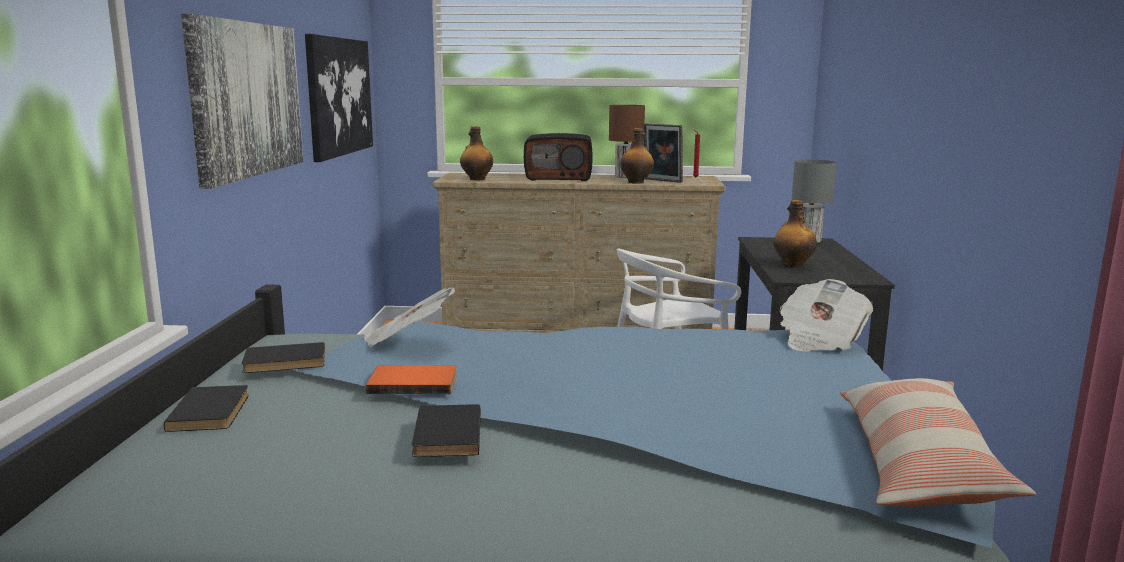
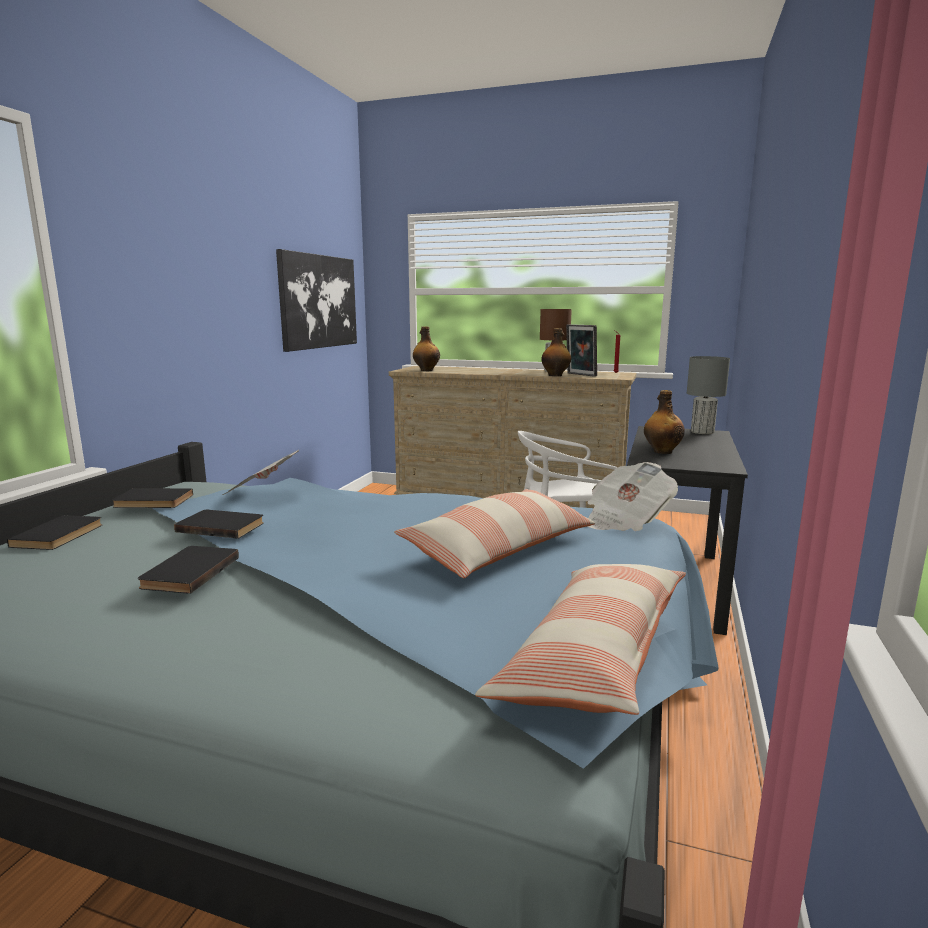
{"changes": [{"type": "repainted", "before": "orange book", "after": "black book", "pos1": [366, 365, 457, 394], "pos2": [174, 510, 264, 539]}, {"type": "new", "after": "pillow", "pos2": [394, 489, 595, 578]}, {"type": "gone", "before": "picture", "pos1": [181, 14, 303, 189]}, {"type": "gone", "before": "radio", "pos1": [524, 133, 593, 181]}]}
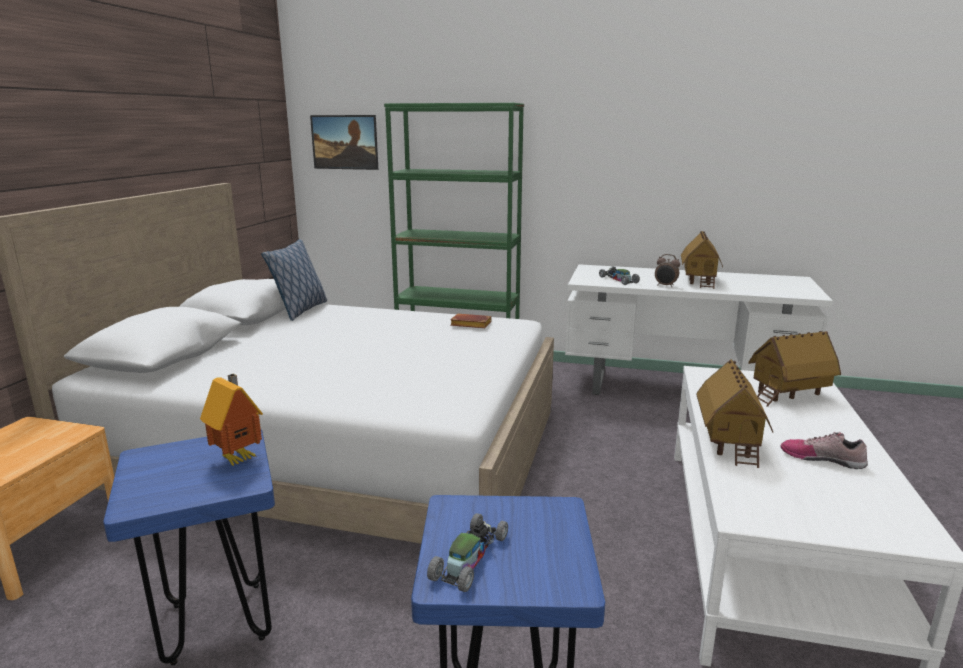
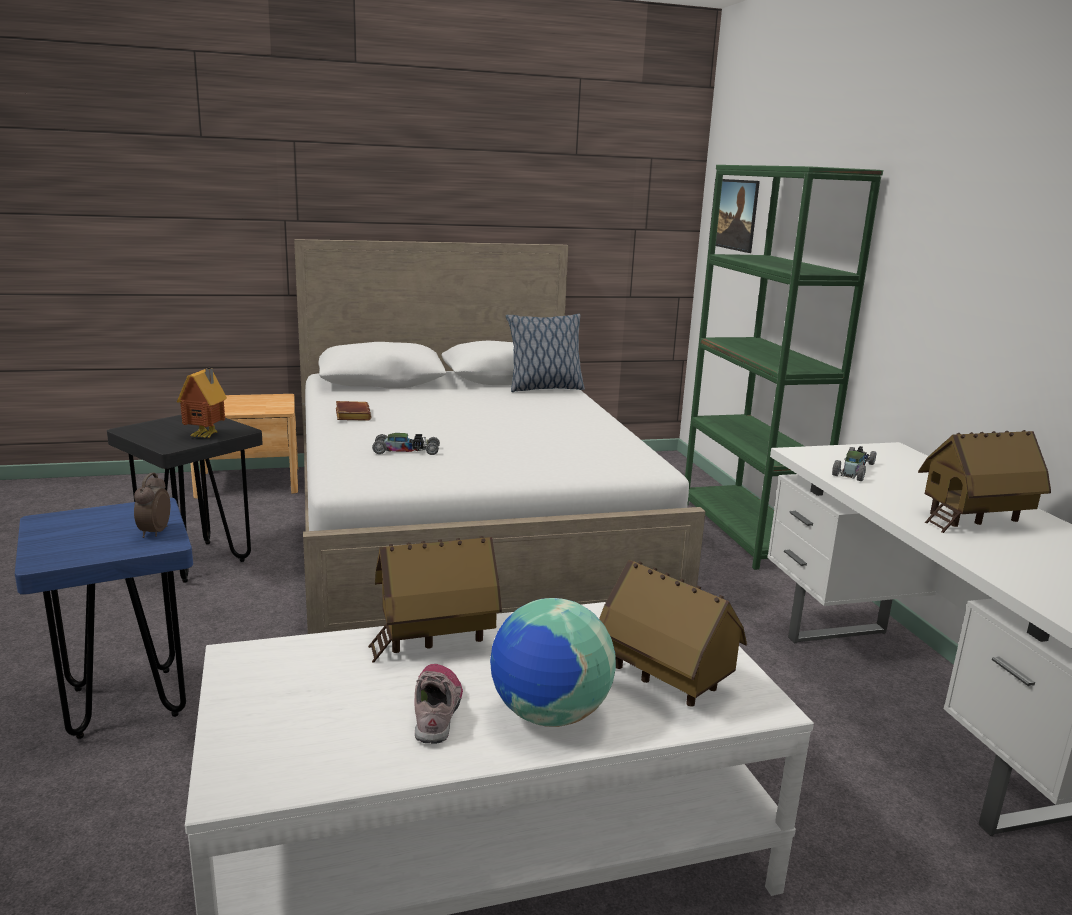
{"changes": [{"type": "repainted", "before": "blue stool", "after": "black stool", "pos1": [103, 430, 275, 666], "pos2": [107, 414, 263, 583]}, {"type": "shifted", "before": "alarm clock", "pos1": [655, 254, 680, 287], "pos2": [134, 473, 170, 538]}, {"type": "shifted", "before": "brown book", "pos1": [450, 314, 492, 328], "pos2": [336, 401, 372, 421]}, {"type": "shifted", "before": "toy car", "pos1": [427, 513, 508, 592], "pos2": [372, 433, 440, 455]}, {"type": "new", "after": "globe", "pos2": [490, 598, 616, 727]}]}
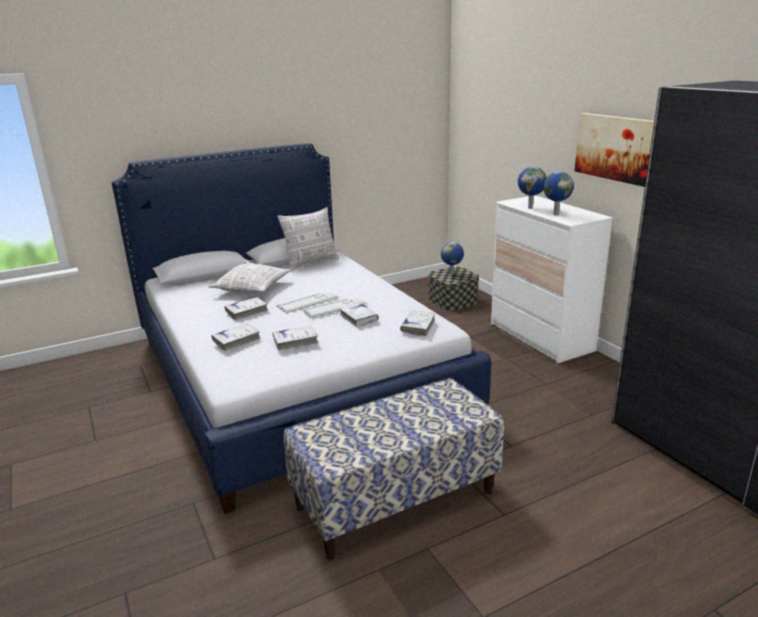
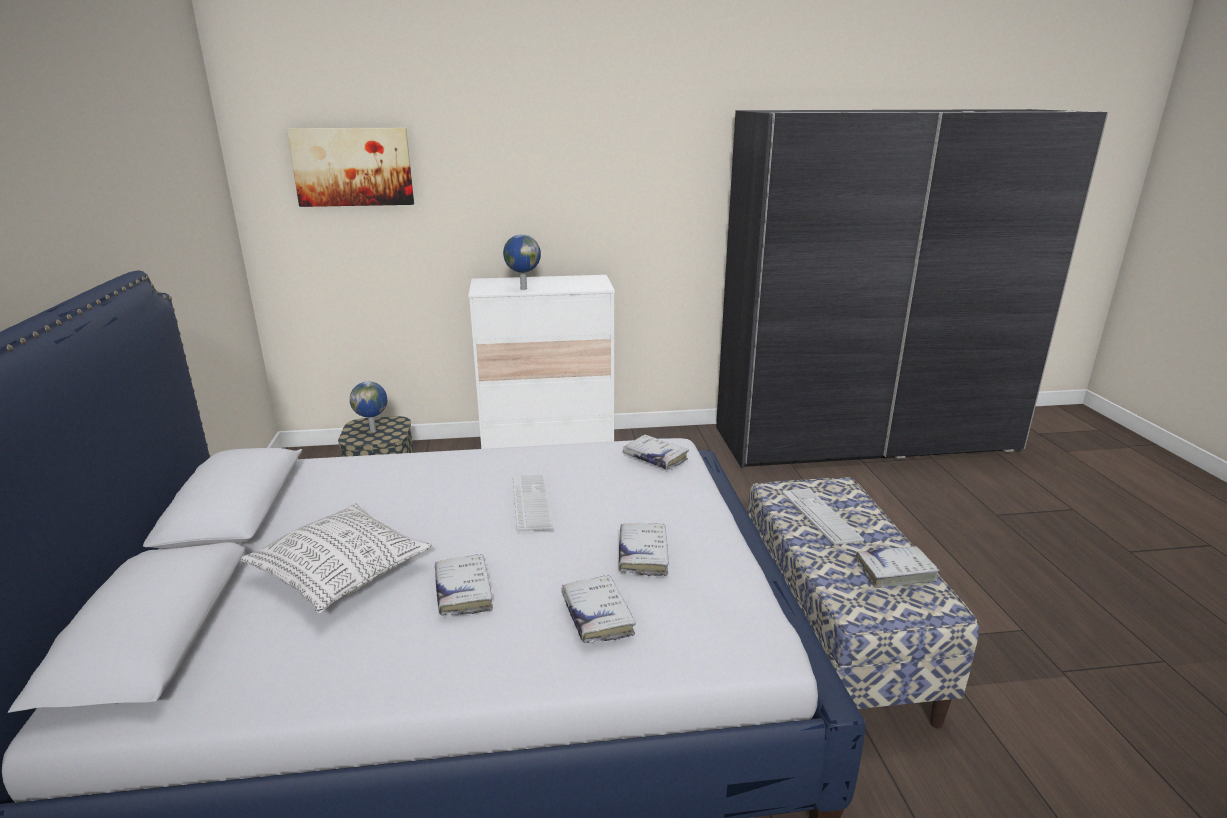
{"changes": [{"type": "shifted", "before": "picture", "pos1": [575, 113, 654, 187], "pos2": [286, 128, 414, 207]}, {"type": "shifted", "before": "keyboard", "pos1": [277, 290, 339, 313], "pos2": [782, 489, 864, 545]}, {"type": "shifted", "before": "white book", "pos1": [339, 303, 379, 327], "pos2": [856, 546, 940, 588]}, {"type": "gone", "before": "pillow", "pos1": [277, 207, 339, 271]}, {"type": "gone", "before": "globe", "pos1": [543, 171, 574, 215]}]}
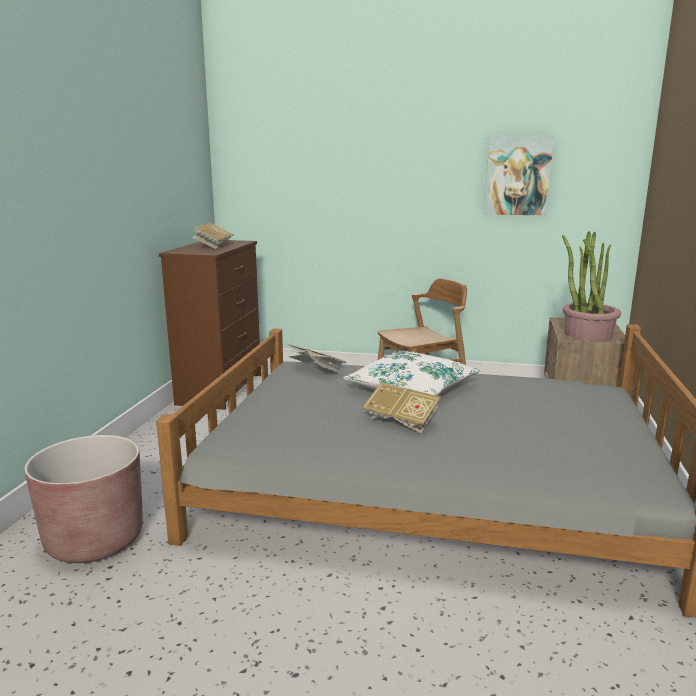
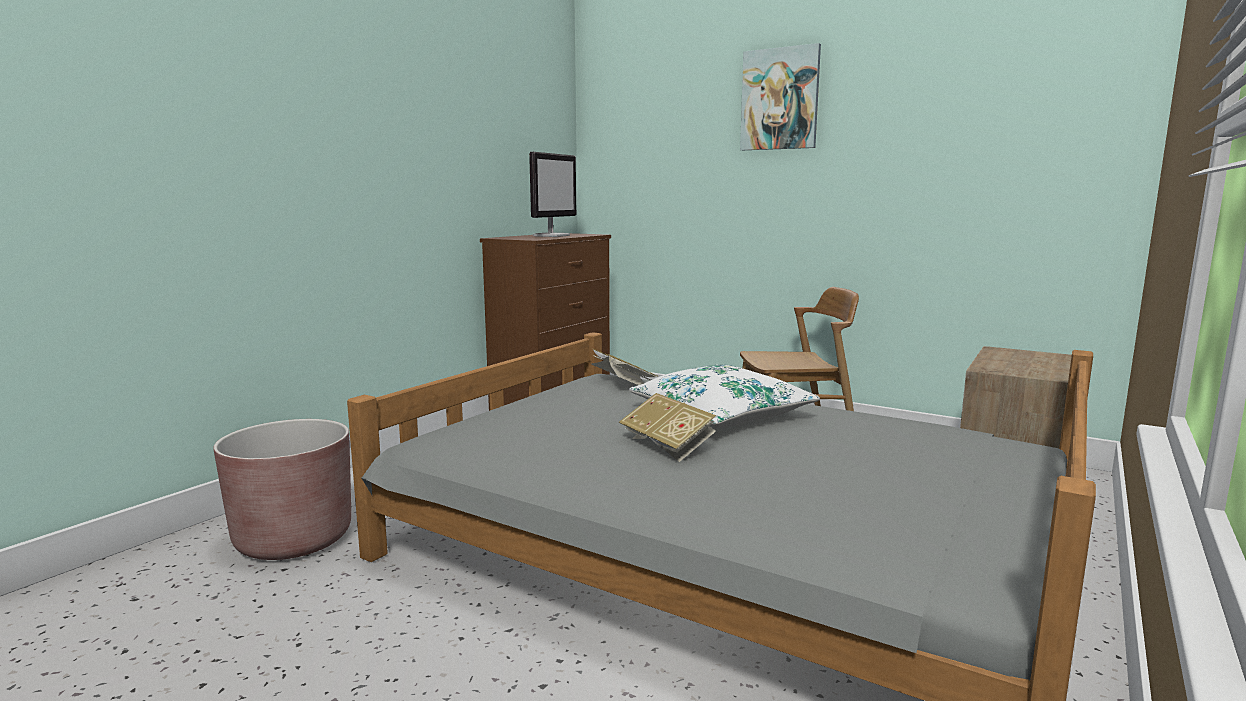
{"changes": [{"type": "swapped", "before": "book", "after": "monitor", "pos1": [193, 223, 234, 249], "pos2": [529, 152, 576, 237]}, {"type": "shifted", "before": "picture", "pos1": [484, 135, 554, 216], "pos2": [740, 43, 821, 150]}, {"type": "gone", "before": "potted plant", "pos1": [562, 231, 621, 341]}]}
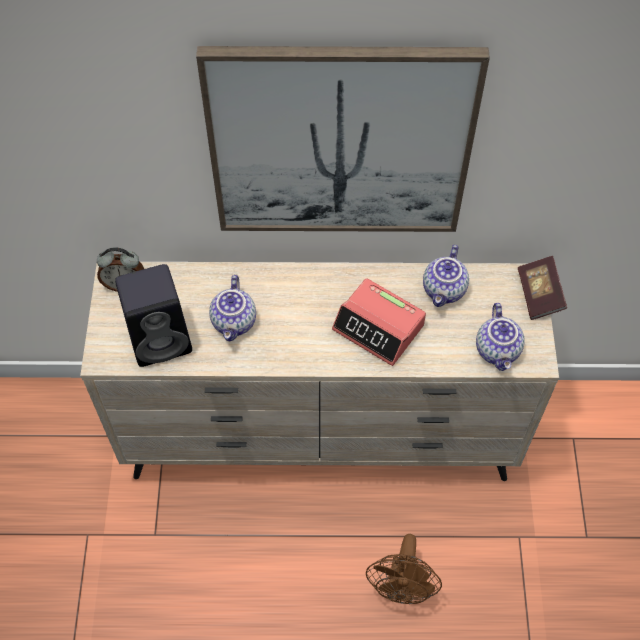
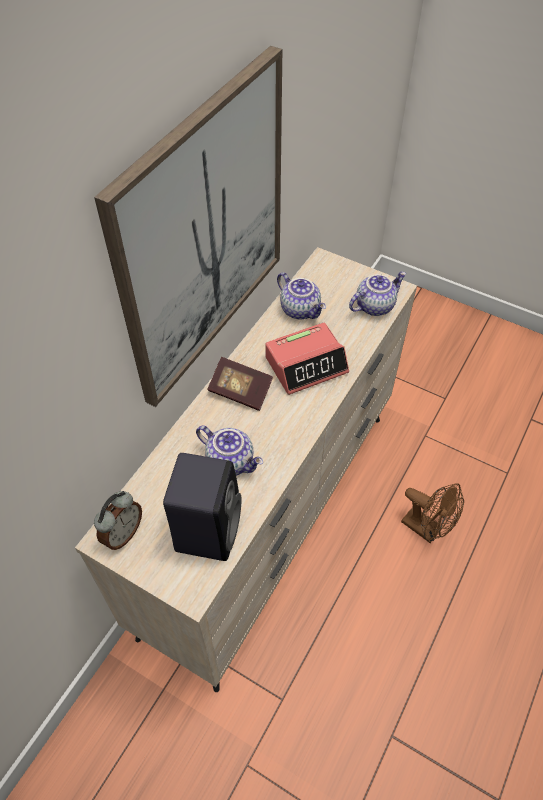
{"changes": [{"type": "shifted", "before": "book", "pos1": [518, 256, 567, 320], "pos2": [207, 357, 273, 411]}, {"type": "rotated", "before": "teapot", "pos1": [476, 303, 525, 371], "pos2": [349, 272, 406, 316], "turn": -60}]}
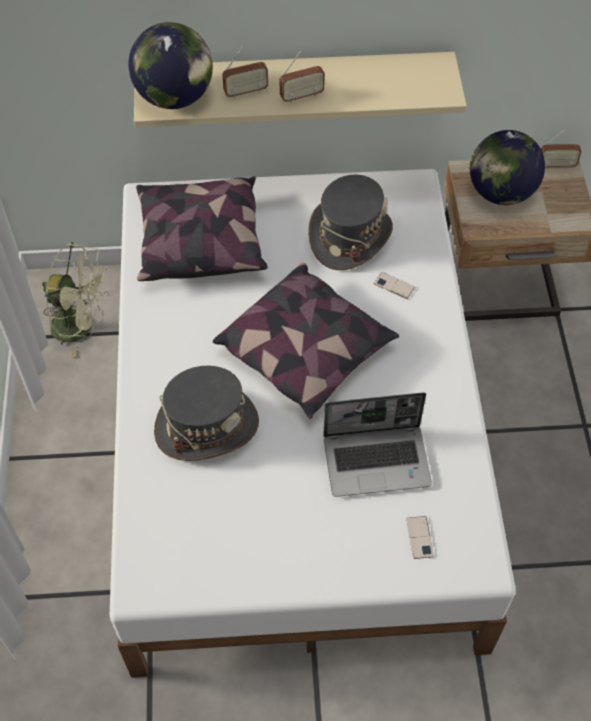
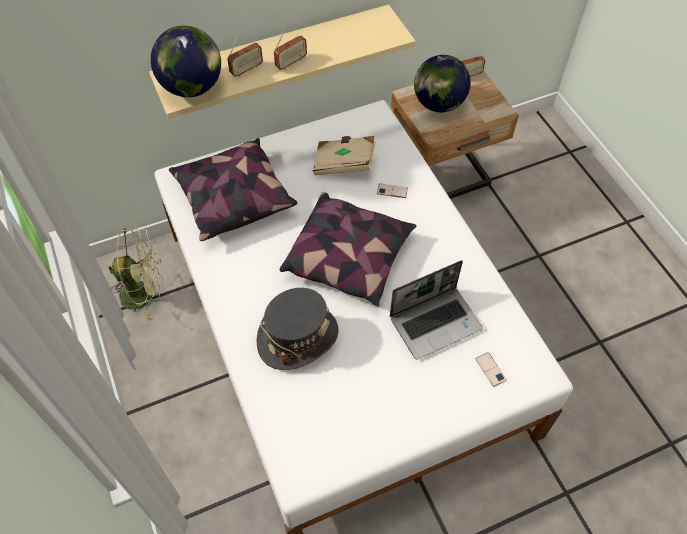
{"changes": [{"type": "swapped", "before": "grey hat", "after": "beige book", "pos1": [308, 174, 393, 270], "pos2": [313, 136, 376, 175]}]}
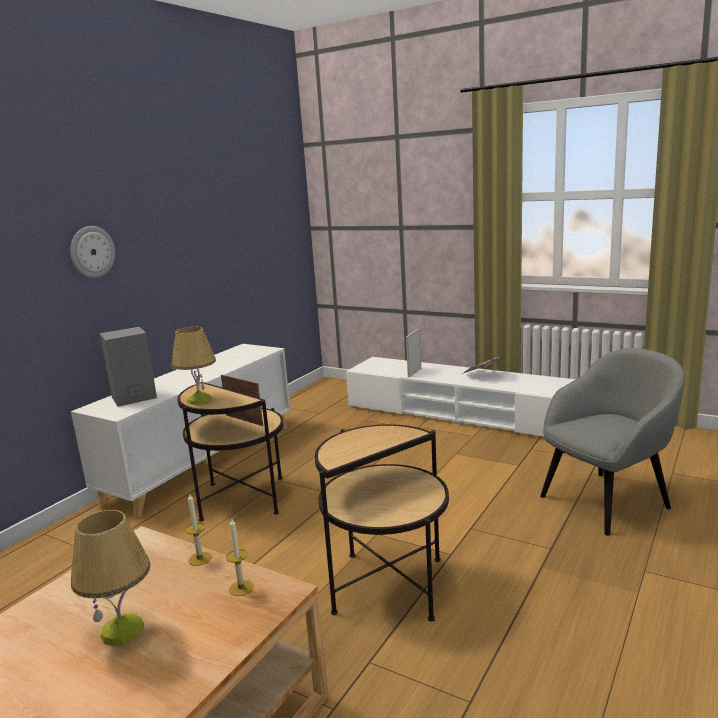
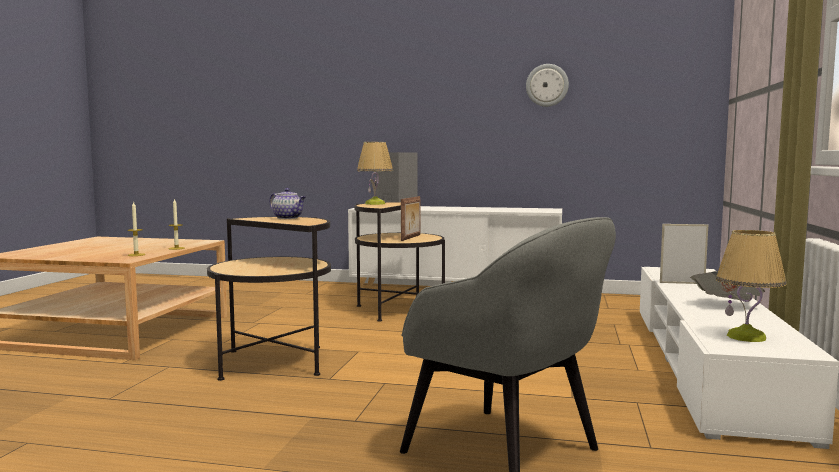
{"changes": [{"type": "new", "after": "teapot", "pos2": [269, 188, 306, 219]}, {"type": "shifted", "before": "wall clock", "pos1": [70, 226, 115, 278], "pos2": [526, 64, 569, 107]}, {"type": "shifted", "before": "table lamp", "pos1": [71, 510, 151, 646], "pos2": [716, 230, 787, 342]}]}
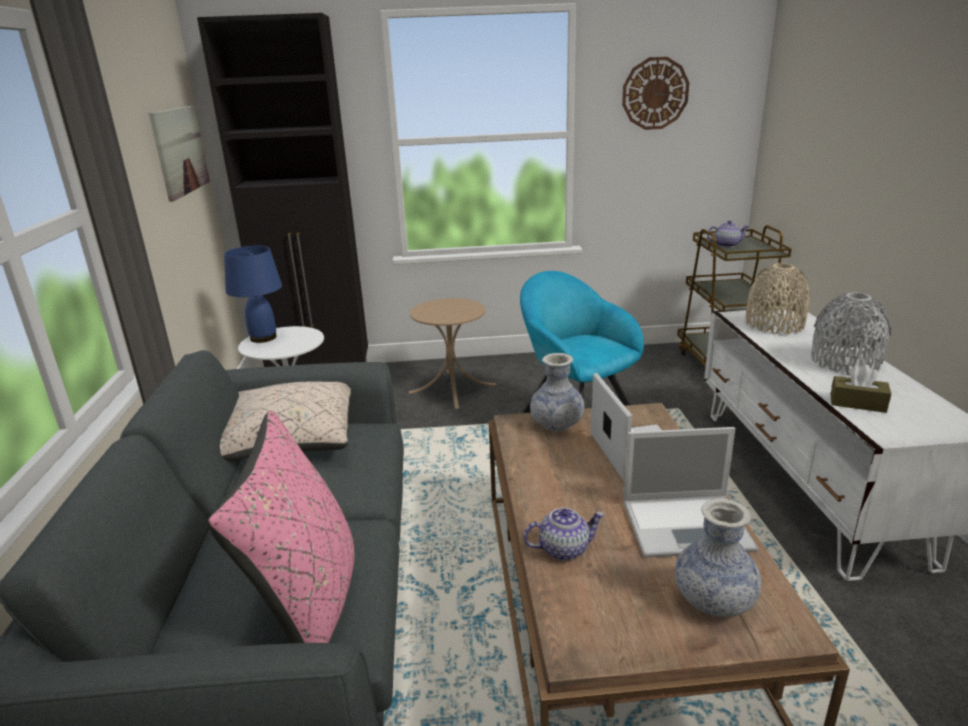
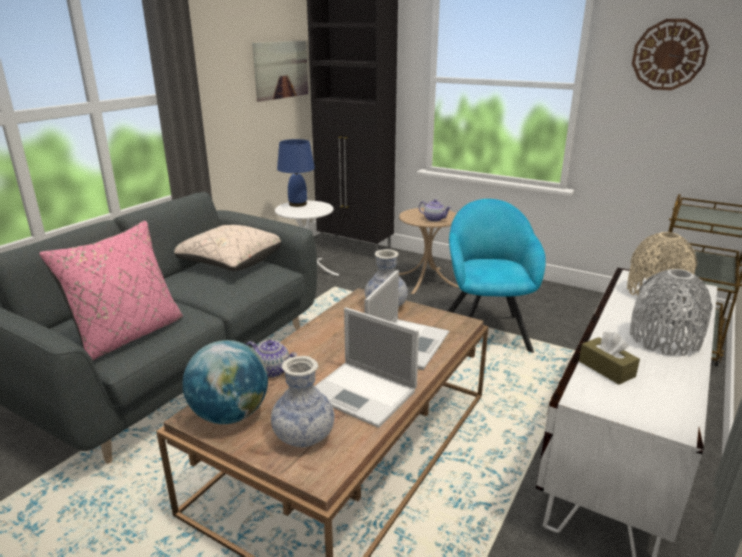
{"changes": [{"type": "new", "after": "globe", "pos2": [183, 340, 268, 424]}, {"type": "shifted", "before": "teapot", "pos1": [707, 221, 750, 247], "pos2": [419, 199, 451, 222]}]}
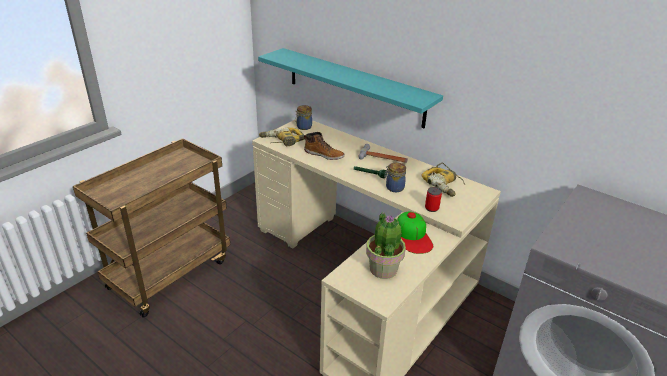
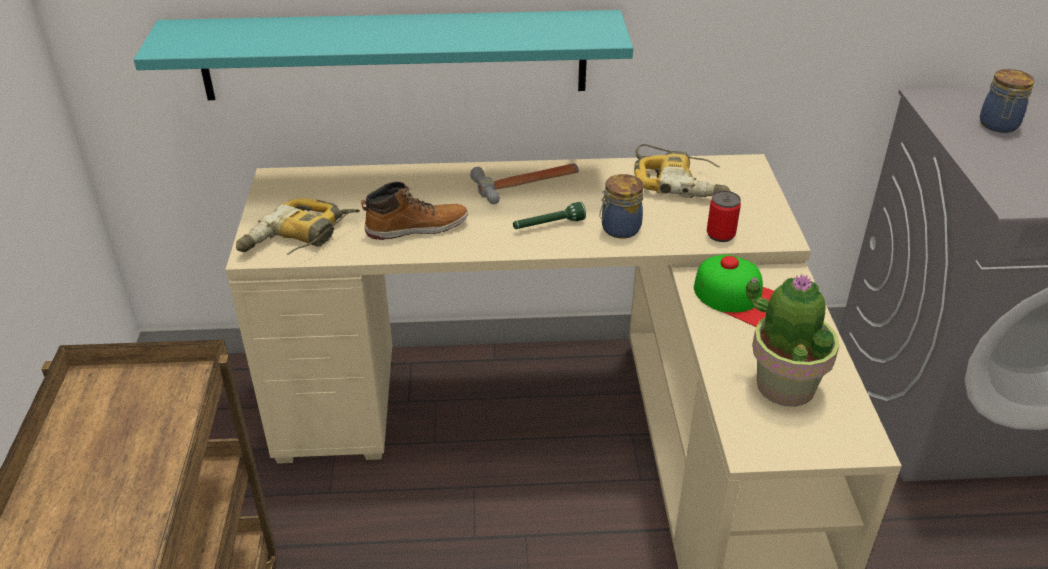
{"changes": [{"type": "shifted", "before": "jar", "pos1": [295, 105, 312, 130], "pos2": [980, 69, 1035, 133]}]}
